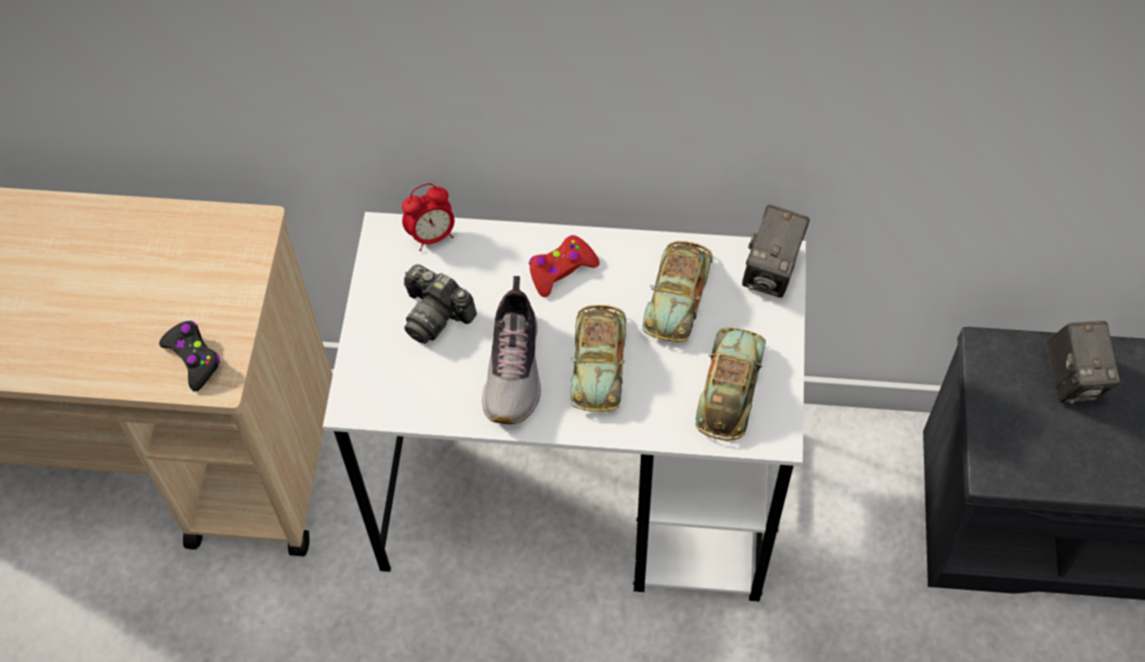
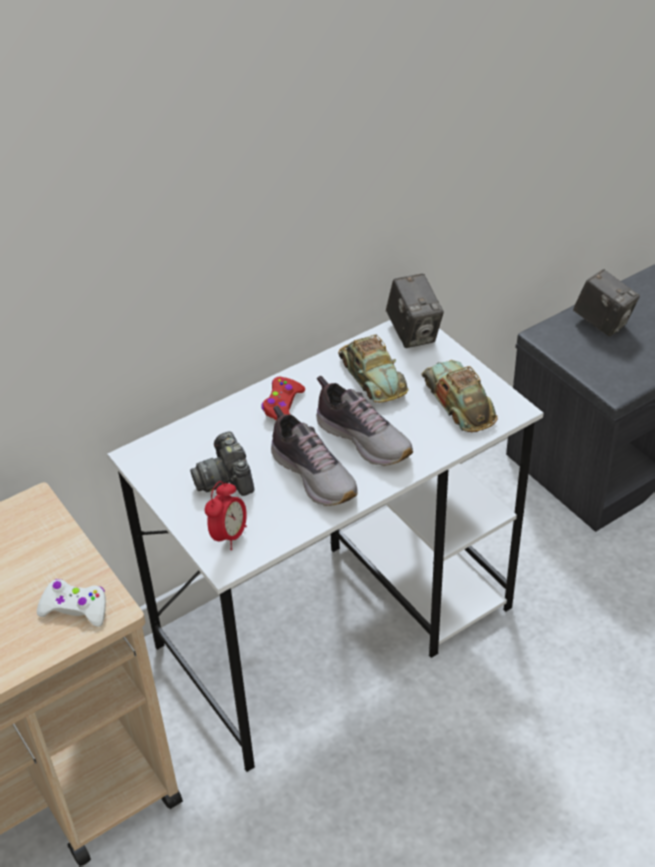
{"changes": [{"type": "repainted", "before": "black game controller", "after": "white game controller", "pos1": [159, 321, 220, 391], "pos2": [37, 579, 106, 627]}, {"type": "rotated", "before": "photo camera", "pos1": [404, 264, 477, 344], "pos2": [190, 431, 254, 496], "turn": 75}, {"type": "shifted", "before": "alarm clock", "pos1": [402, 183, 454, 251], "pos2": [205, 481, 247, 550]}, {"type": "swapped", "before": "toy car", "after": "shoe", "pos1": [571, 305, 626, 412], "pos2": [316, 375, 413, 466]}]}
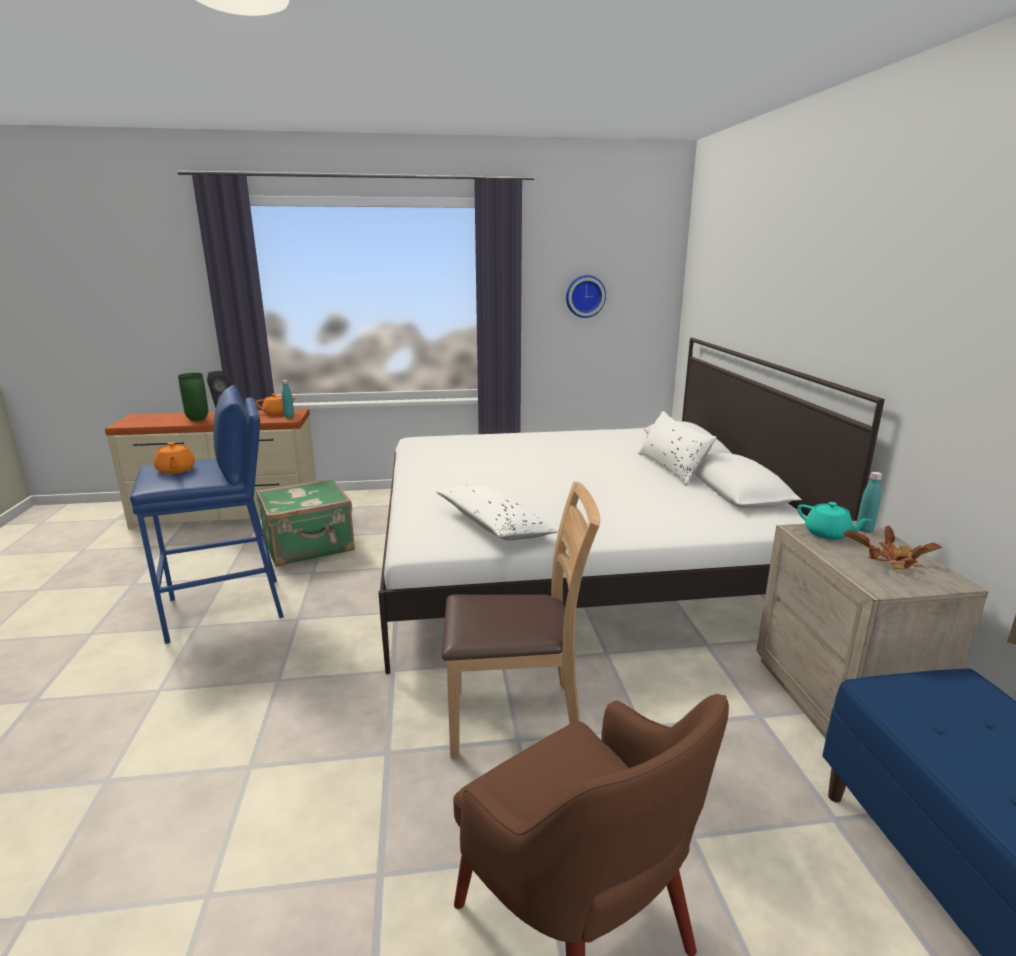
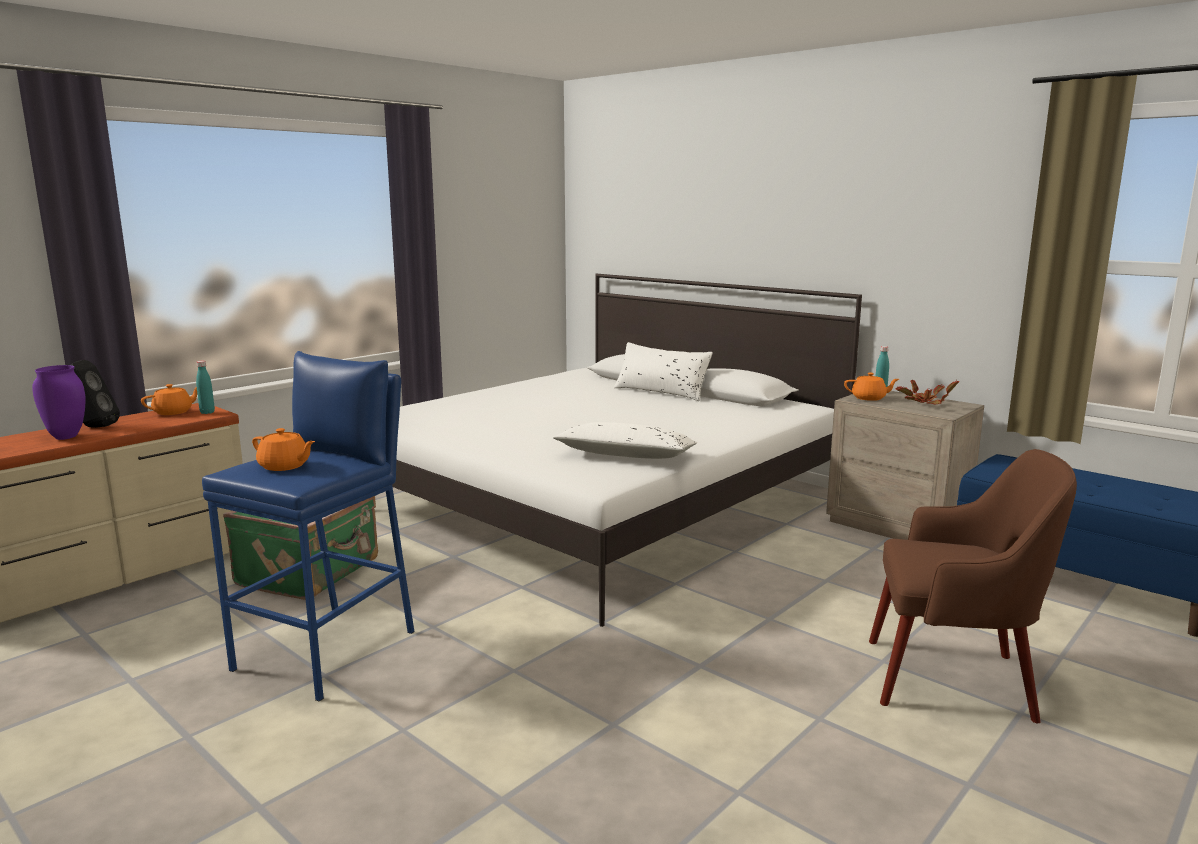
{"changes": [{"type": "repainted", "before": "green vase", "after": "purple vase", "pos1": [178, 373, 208, 421], "pos2": [32, 365, 85, 440]}, {"type": "repainted", "before": "turquoise teapot", "after": "orange teapot", "pos1": [797, 502, 872, 540], "pos2": [844, 373, 899, 401]}, {"type": "gone", "before": "brown chair", "pos1": [442, 481, 600, 759]}, {"type": "gone", "before": "wall clock", "pos1": [566, 275, 606, 318]}]}
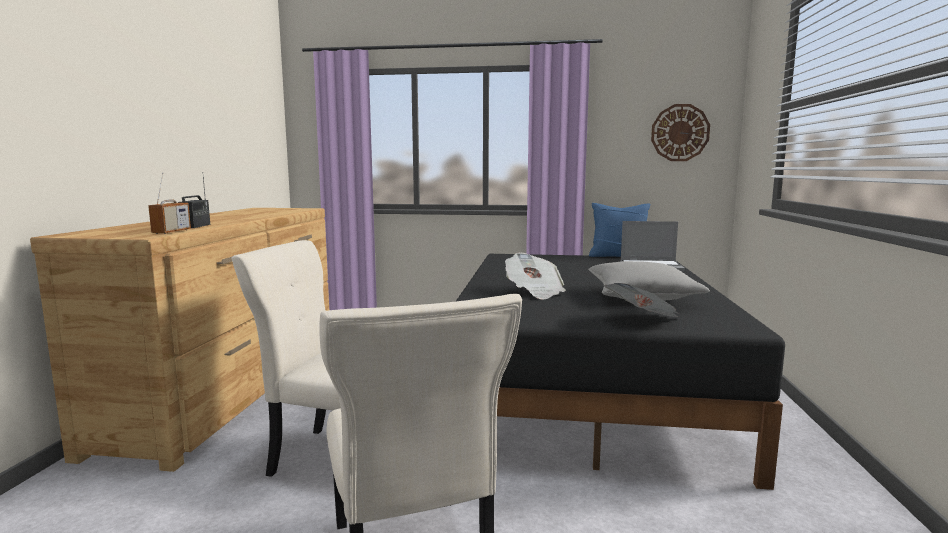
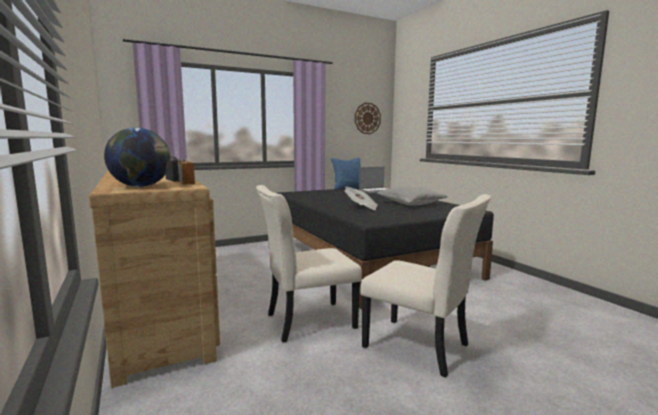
{"changes": [{"type": "new", "after": "globe", "pos2": [104, 128, 171, 187]}, {"type": "gone", "before": "newspaper", "pos1": [604, 283, 679, 317]}]}
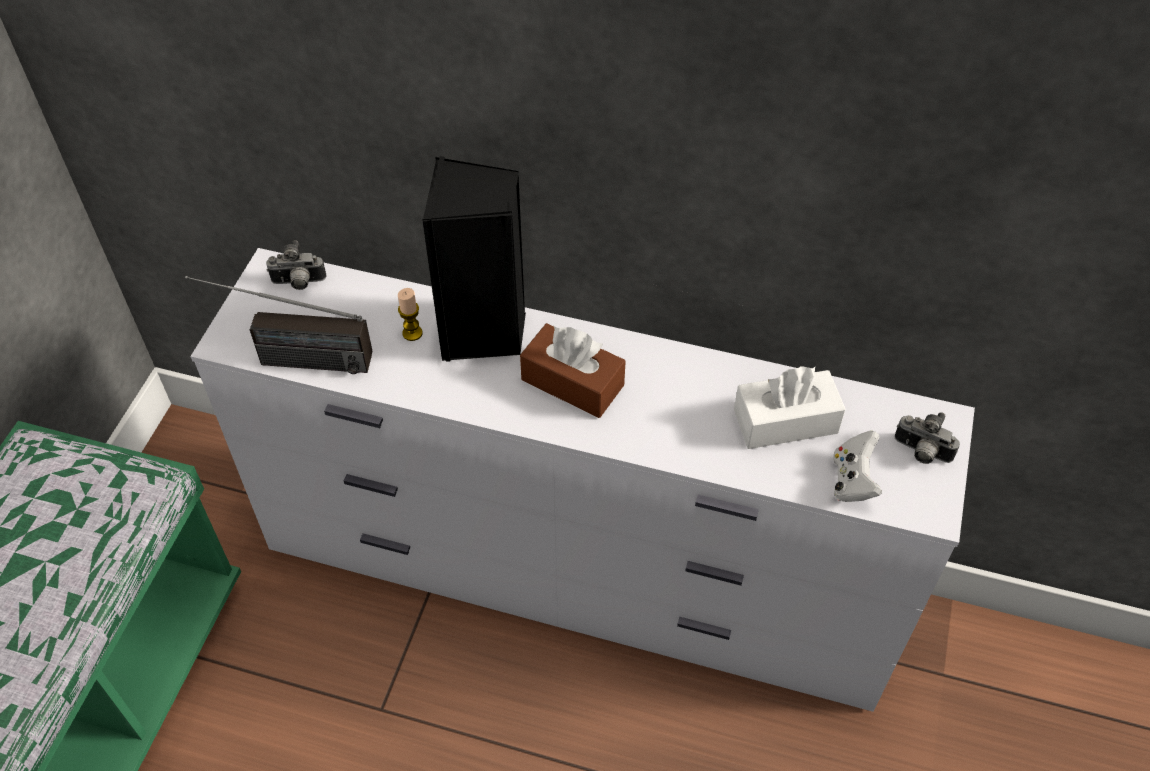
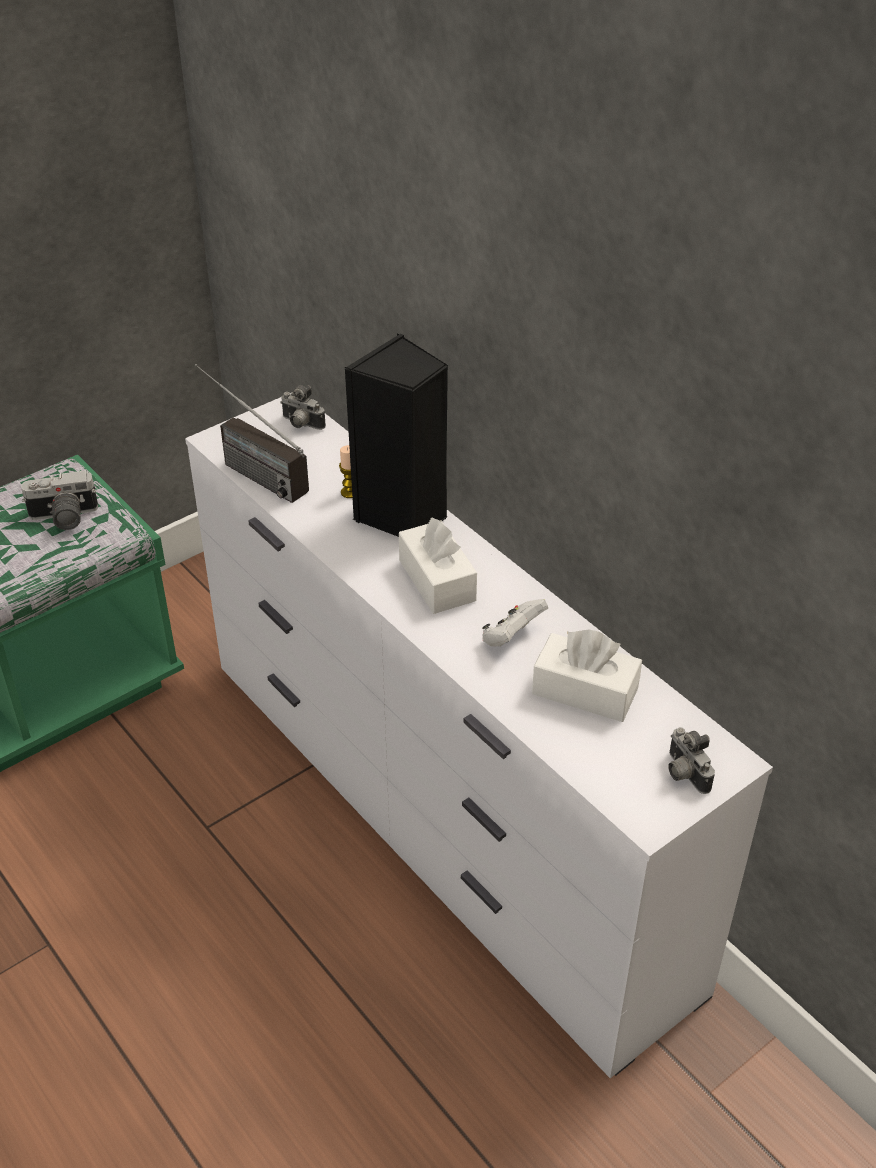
{"changes": [{"type": "new", "after": "photo camera", "pos2": [21, 470, 98, 530]}, {"type": "repainted", "before": "brown tissue box", "after": "white tissue box", "pos1": [520, 323, 626, 418], "pos2": [399, 517, 477, 614]}, {"type": "shifted", "before": "white game controller", "pos1": [833, 430, 882, 502], "pos2": [482, 599, 548, 647]}]}
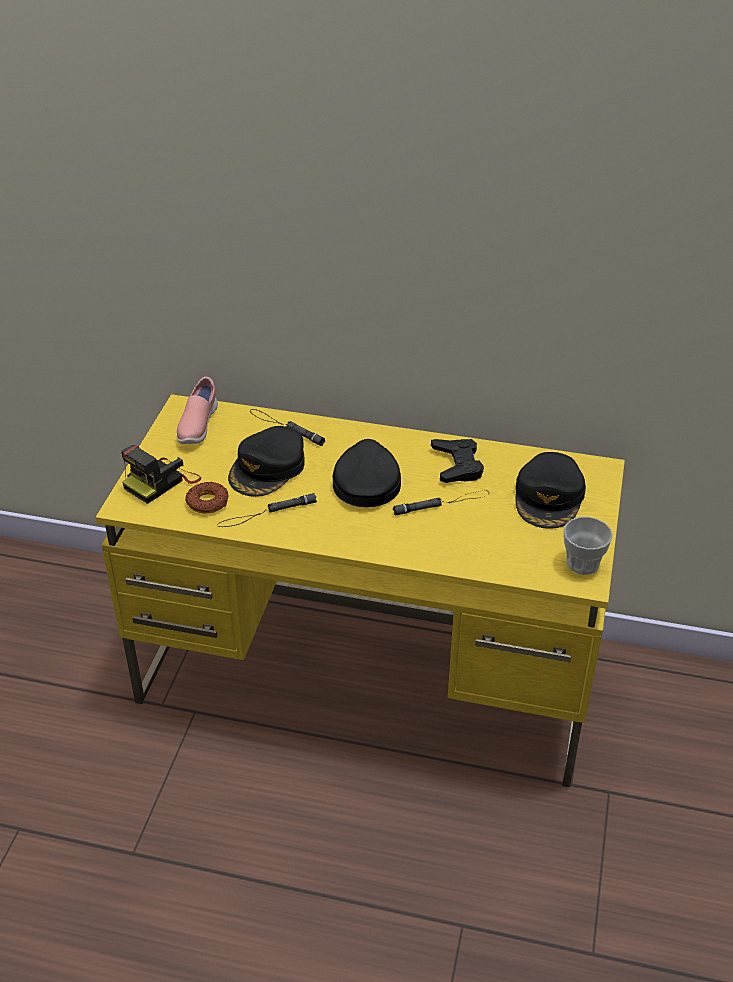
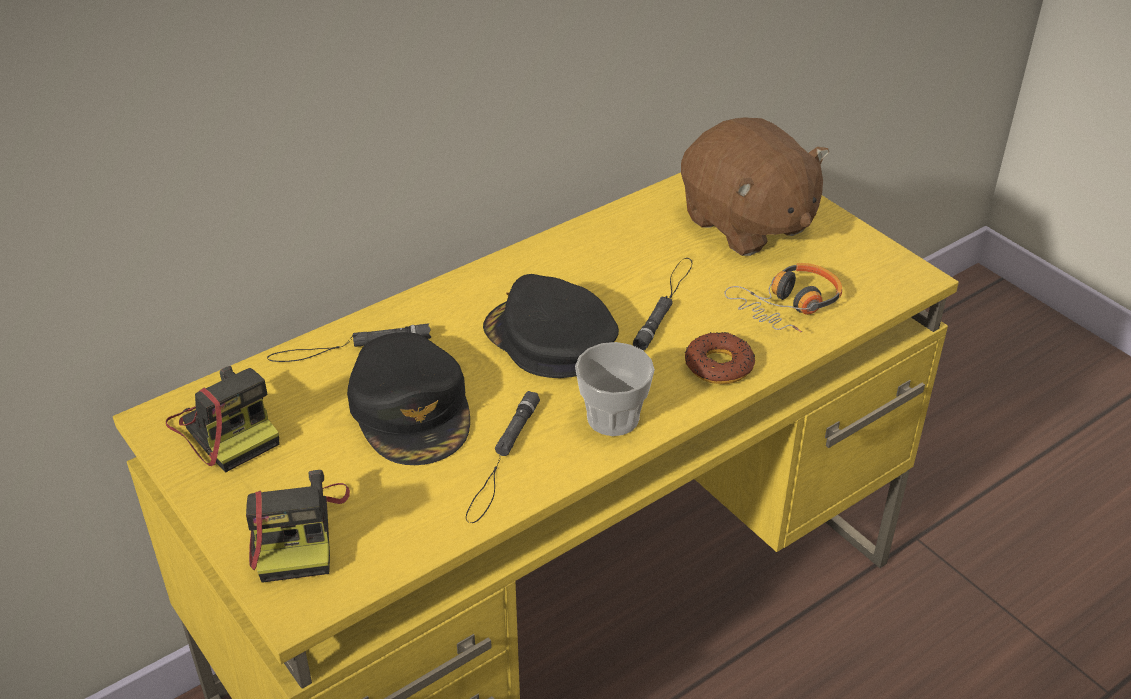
{"changes": [{"type": "swapped", "before": "pink shoe", "after": "photo camera", "pos1": [177, 377, 218, 444], "pos2": [166, 366, 280, 472]}, {"type": "shifted", "before": "cup", "pos1": [563, 517, 613, 575], "pos2": [575, 342, 655, 436]}, {"type": "swapped", "before": "black cap", "after": "brown plush toy", "pos1": [515, 452, 586, 529], "pos2": [681, 117, 829, 256]}, {"type": "shifted", "before": "donut", "pos1": [185, 482, 228, 514], "pos2": [685, 332, 755, 384]}, {"type": "new", "after": "headphones", "pos2": [724, 263, 842, 333]}, {"type": "gone", "before": "black game controller", "pos1": [431, 439, 484, 483]}]}
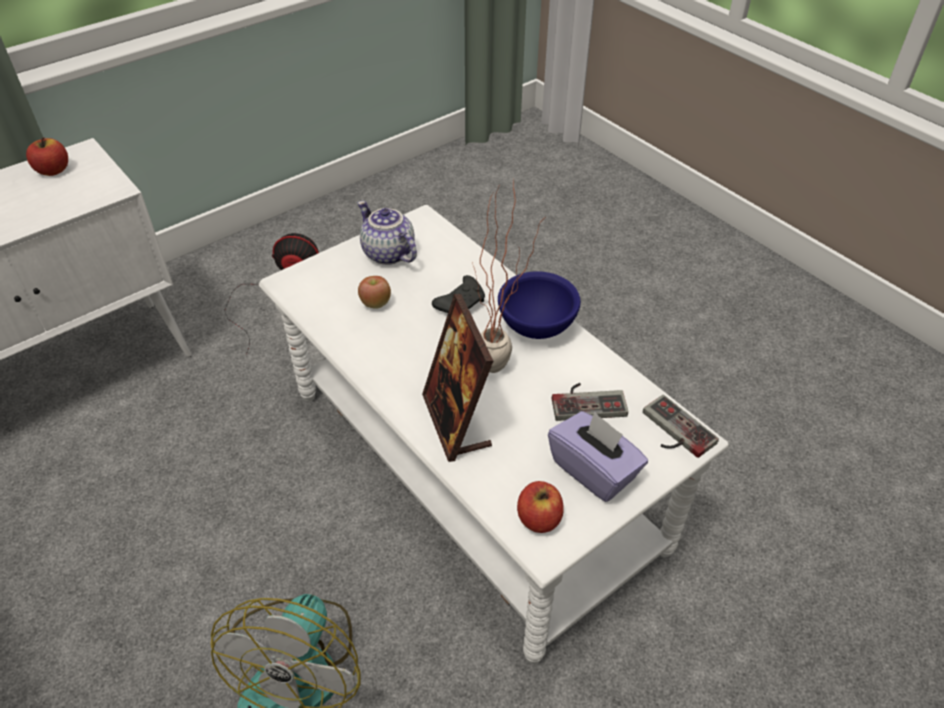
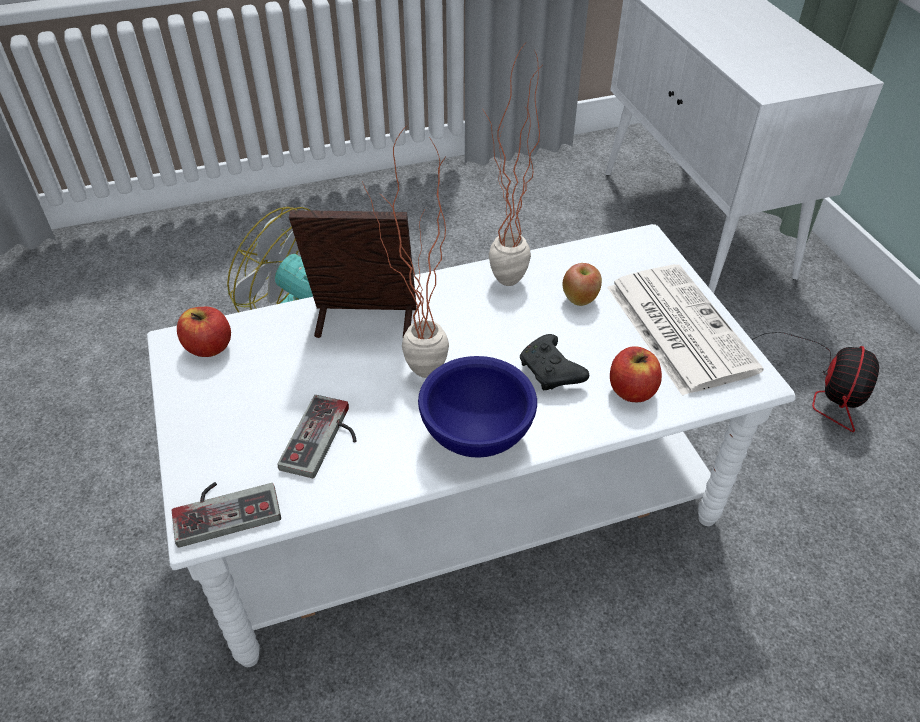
{"changes": [{"type": "new", "after": "potted plant", "pos2": [482, 44, 540, 286]}, {"type": "swapped", "before": "teapot", "after": "newspaper", "pos1": [357, 201, 417, 265], "pos2": [607, 264, 764, 396]}, {"type": "shifted", "before": "apple", "pos1": [26, 137, 68, 176], "pos2": [610, 346, 662, 402]}, {"type": "gone", "before": "purple tissue box", "pos1": [548, 411, 648, 502]}]}
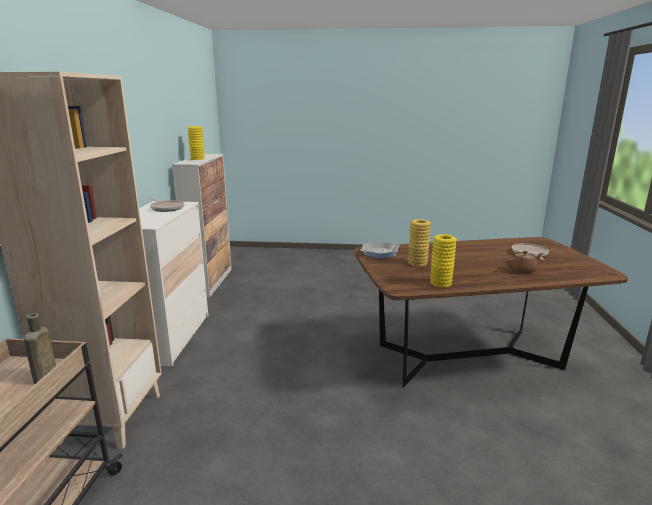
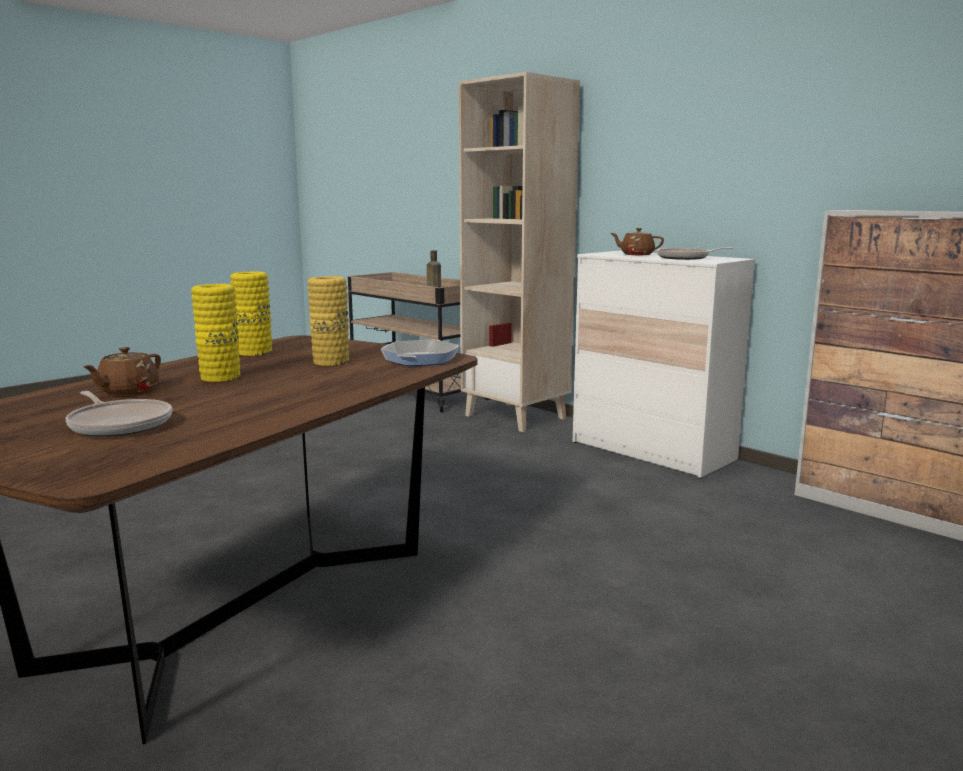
{"changes": [{"type": "shifted", "before": "yellow vase", "pos1": [188, 126, 205, 160], "pos2": [191, 284, 241, 382]}, {"type": "new", "after": "brown teapot", "pos2": [611, 228, 664, 255]}]}
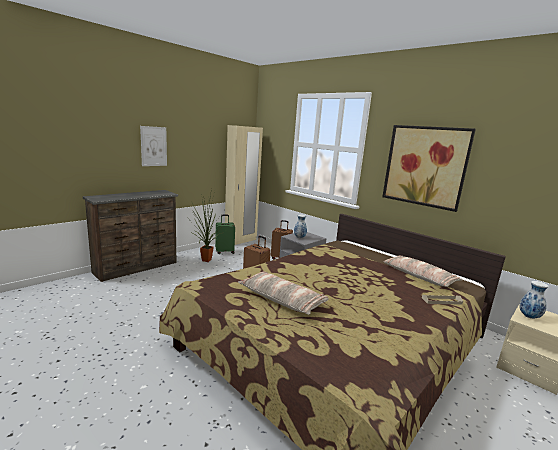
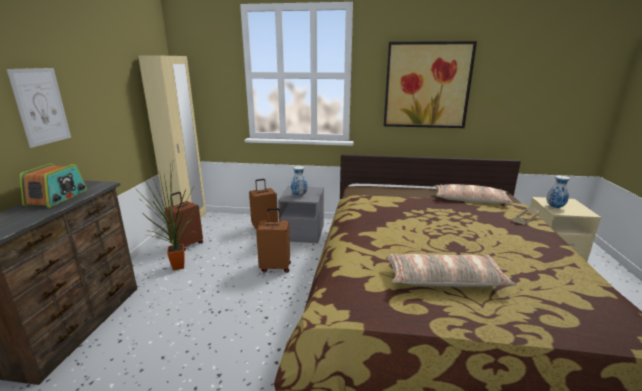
{"changes": [{"type": "new", "after": "radio", "pos2": [20, 163, 87, 208]}, {"type": "repainted", "before": "green suitcase", "after": "brown suitcase", "pos1": [215, 215, 235, 254], "pos2": [164, 192, 203, 251]}]}
